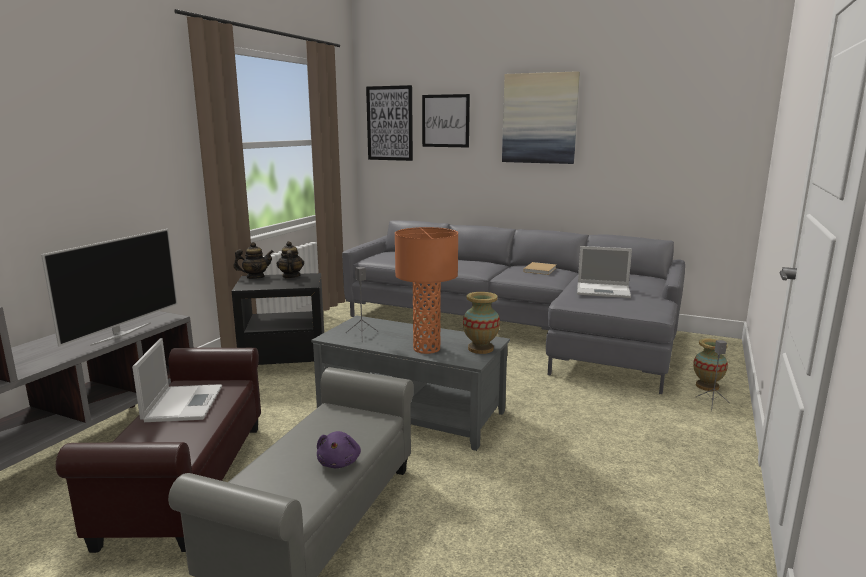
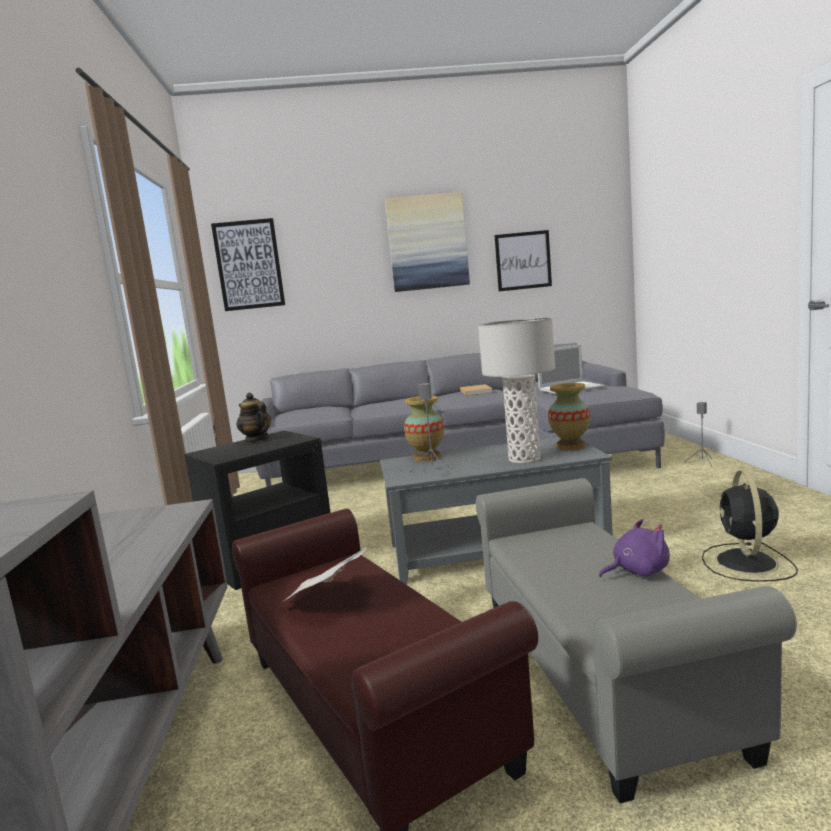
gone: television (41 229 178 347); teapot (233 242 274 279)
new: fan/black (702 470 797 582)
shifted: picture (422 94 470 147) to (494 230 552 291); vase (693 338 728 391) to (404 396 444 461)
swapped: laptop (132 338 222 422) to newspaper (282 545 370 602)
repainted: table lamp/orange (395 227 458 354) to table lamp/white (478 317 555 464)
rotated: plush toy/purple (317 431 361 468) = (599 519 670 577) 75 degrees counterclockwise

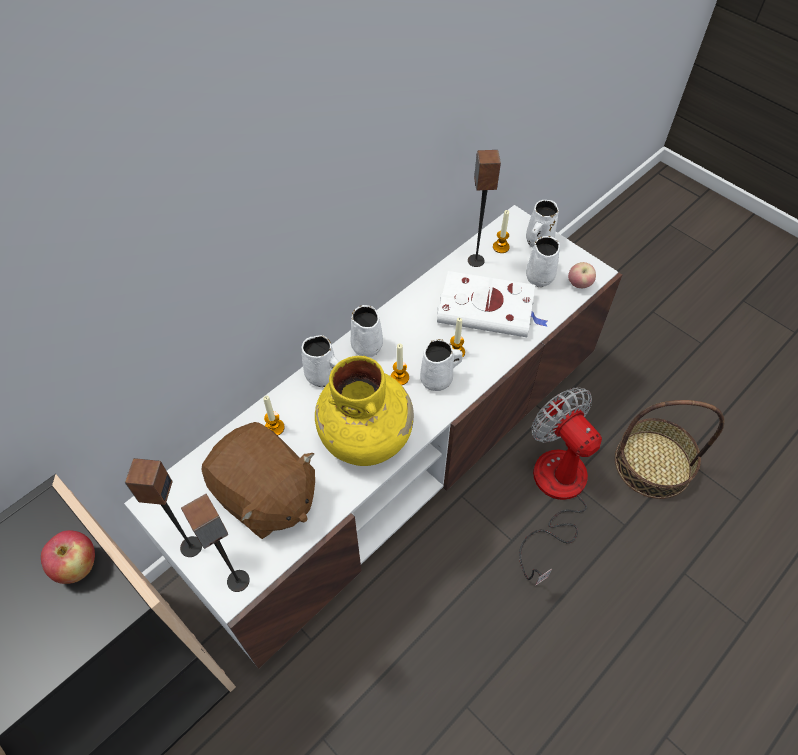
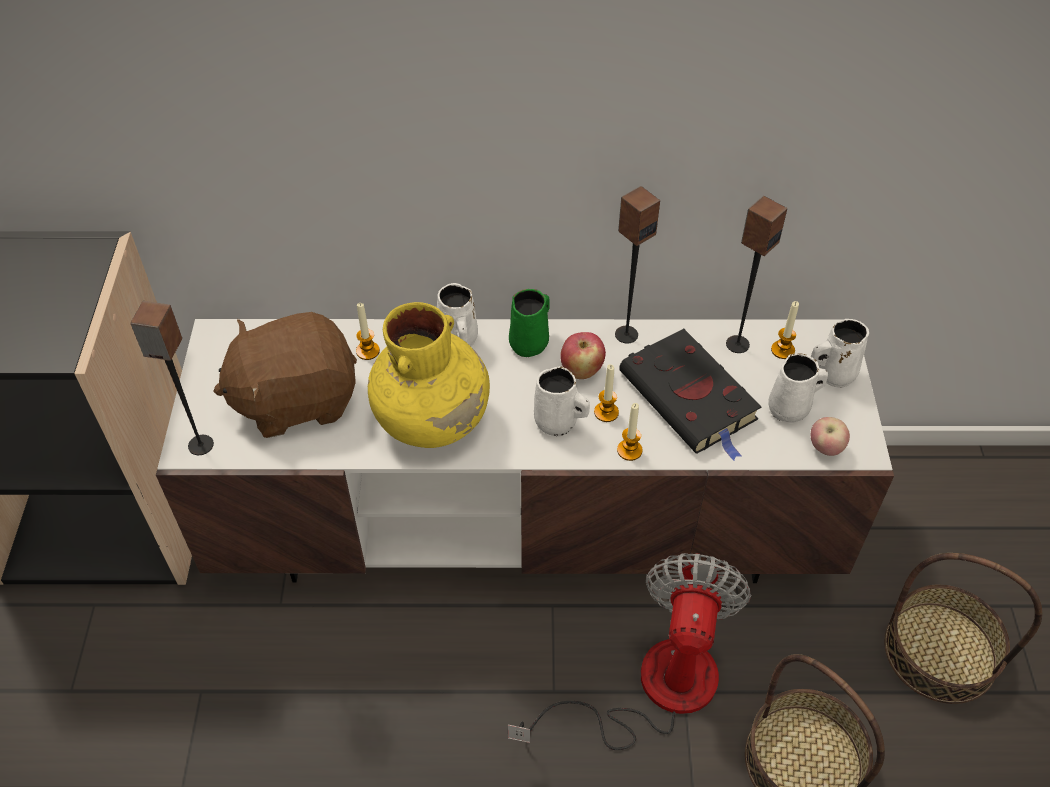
new: basket (884 553 1042 704)
shifted: apple (41 530 95 584) to (560 332 606 379); speaker (125 458 202 557) to (615 186 660 343); candle (391 343 409 385) to (617 403 643 461)
repainted: mug/white (351 305 383 357) to mug/green (509 289 550 357); book/white (437 271 548 337) to book/black (619 329 761 461)
rotated: plush toy/brown (202 422 315 539) = (213 312 357 438) 75 degrees clockwise

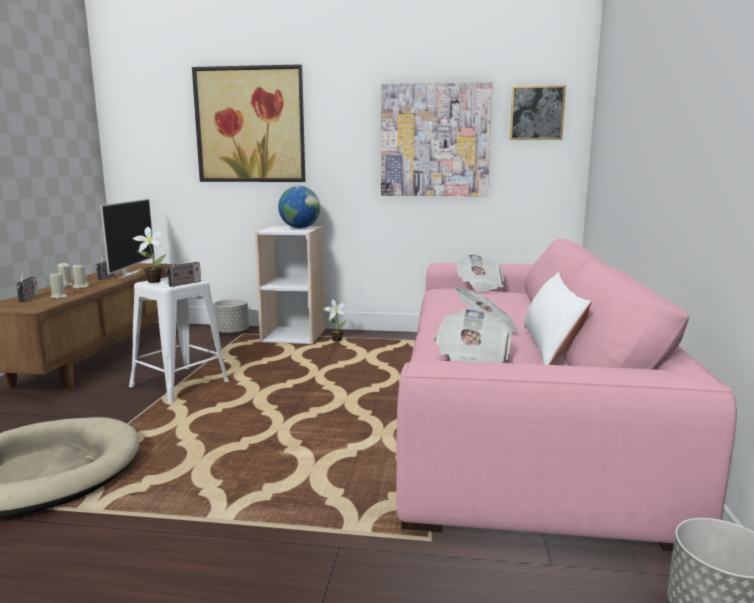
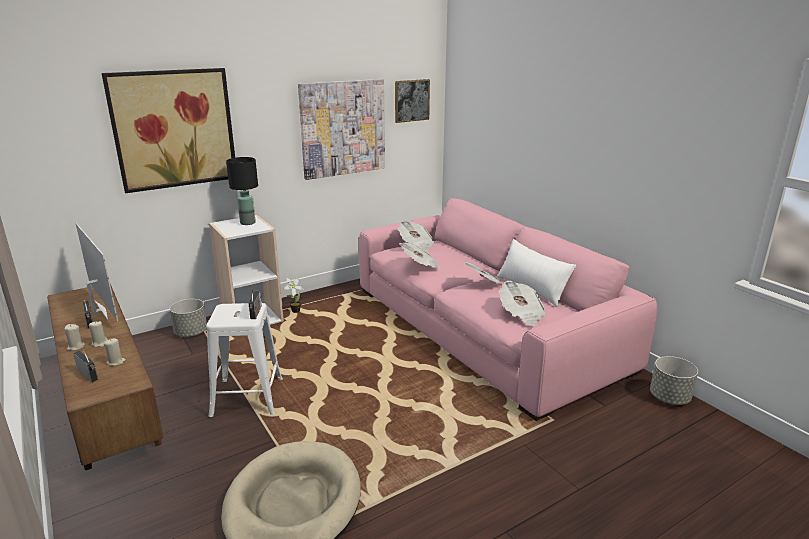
gone: potted plant (133 227 166 283)
new: newspaper (399 243 441 269)
swapped: globe (278 186 320 228) to table lamp/black (226 157 258 225)

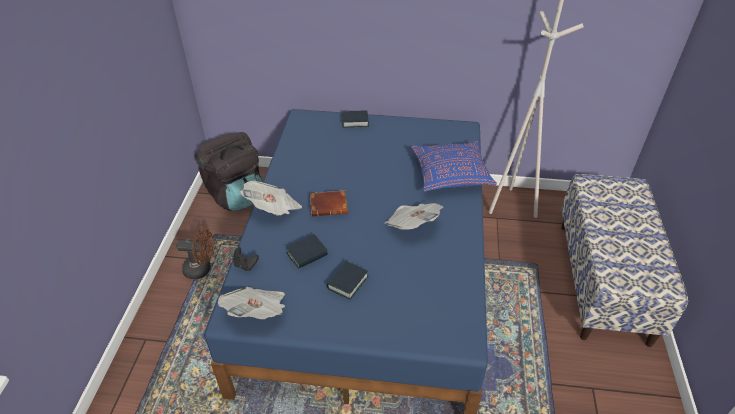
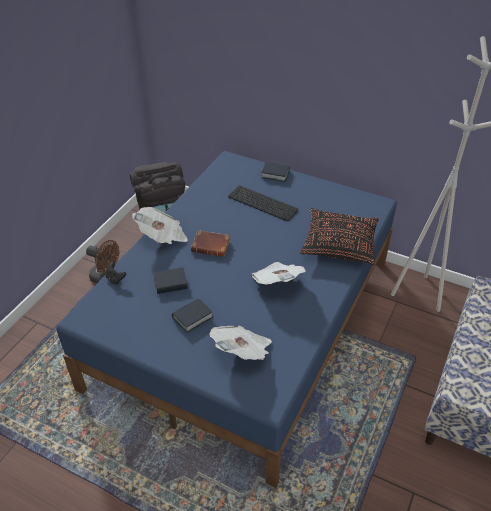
new: keyboard (228 185 299 221)
shifted: newspaper (218 287 285 319) to (210 326 272 360)
repainted: pillow/blue (411 141 497 192) to pillow/black (300 208 379 265)

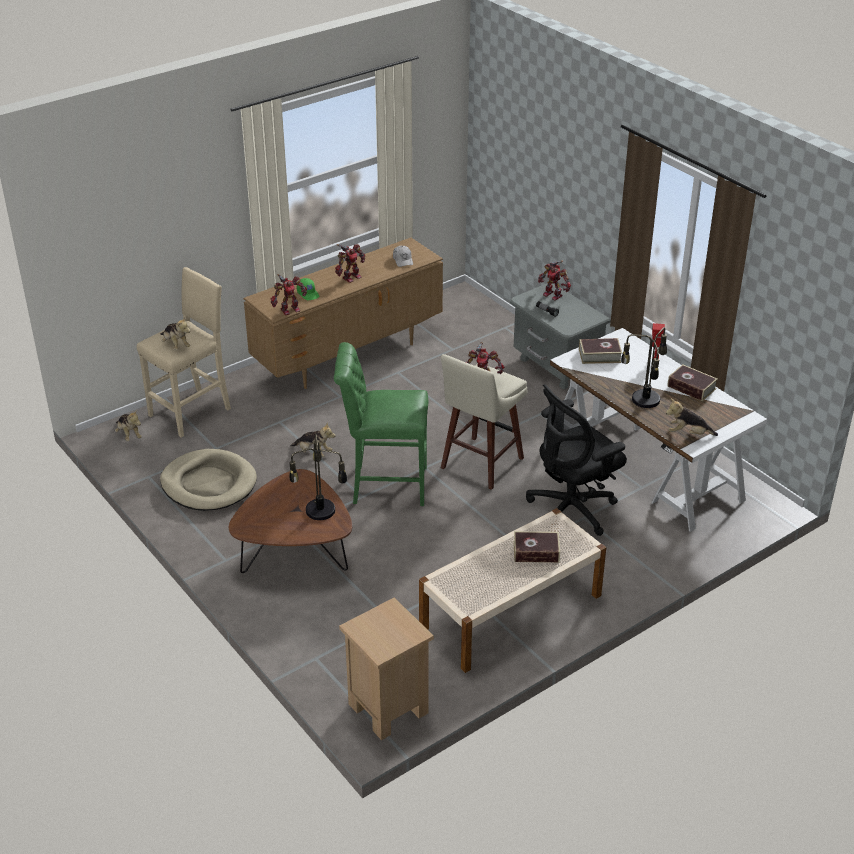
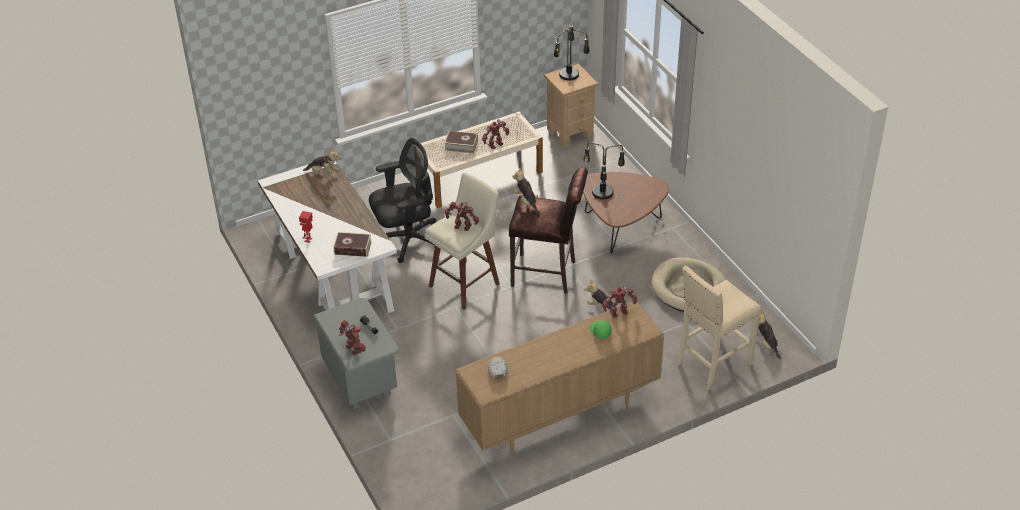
gone: book (668 365 718 401)
shifted: plush toy (160 318 191 350) to (513 168 540 214); toy robot (335 244 365 283) to (482 119 510 149); table lamp (621 327 667 408) to (554 21 589 80)
repainted: stool/green (334 342 428 506) to stool/brown (509 168 588 293)

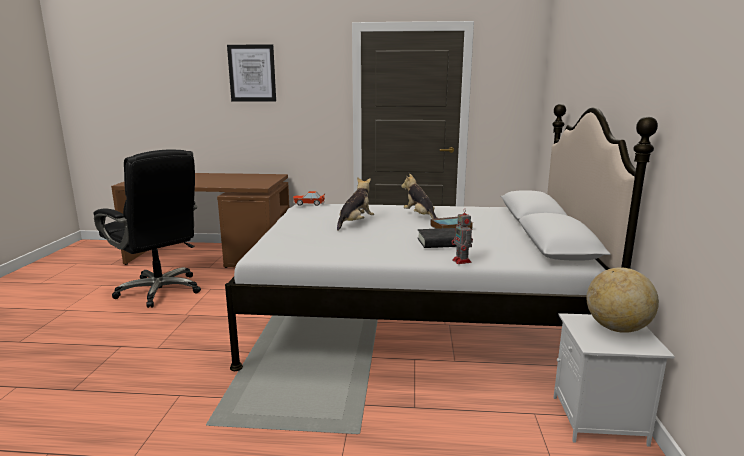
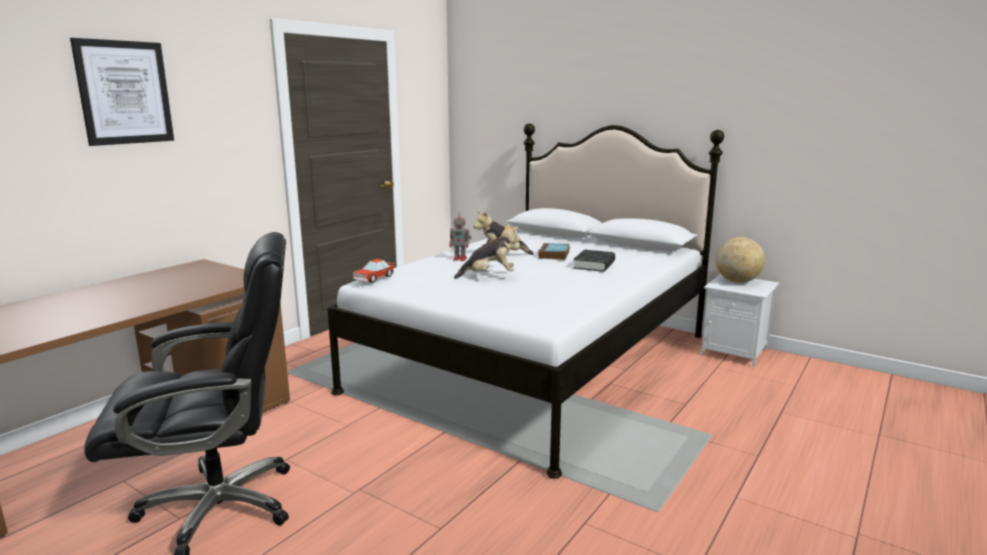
shifted: toy robot (452 208 473 264) to (450 212 471 261)
rotated: plush toy (337 177 374 231) = (454 223 520 279) 105 degrees clockwise

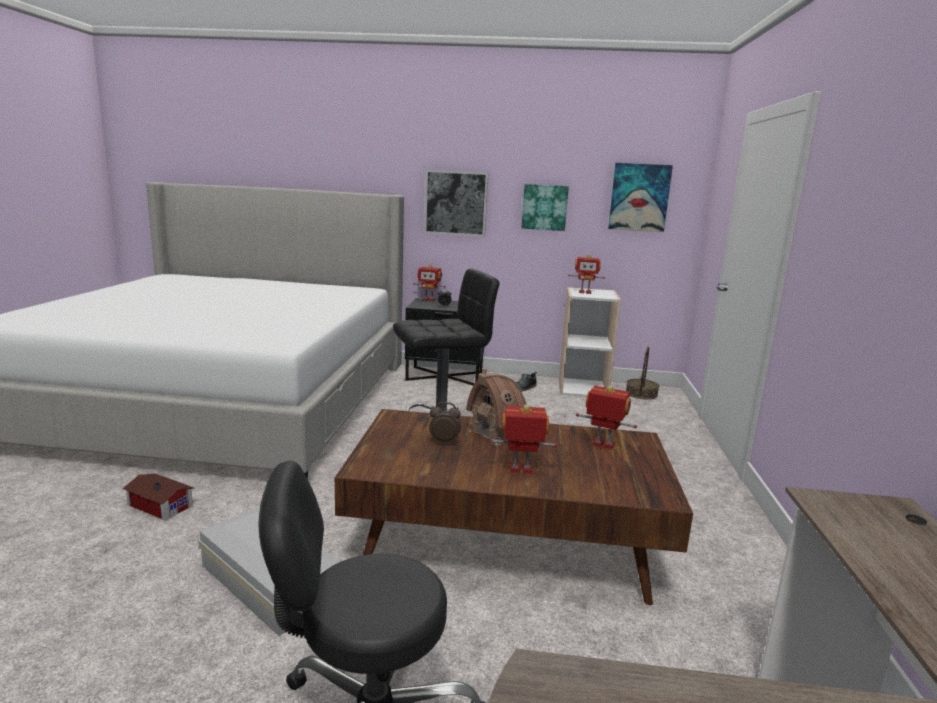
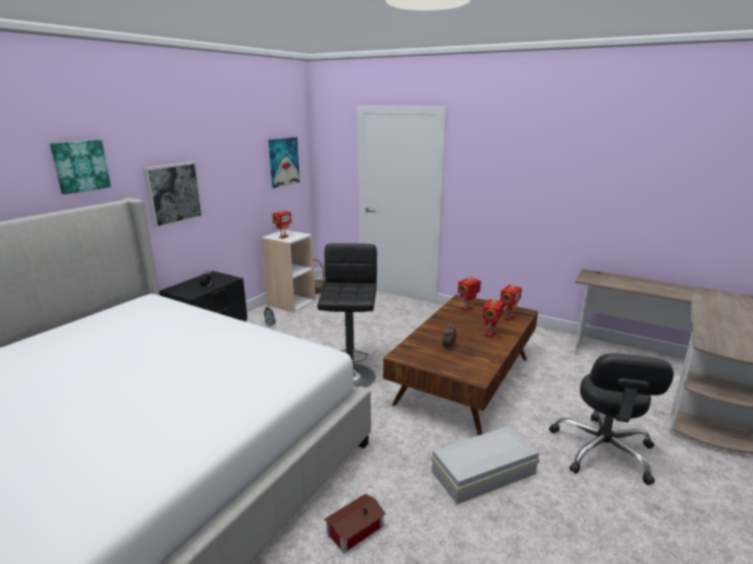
gone: toy house (466 368 526 446)
shifted: toy robot (413 265 446 301) to (500 285 522 321); picture (521 184 569 231) to (50 140 111 194)

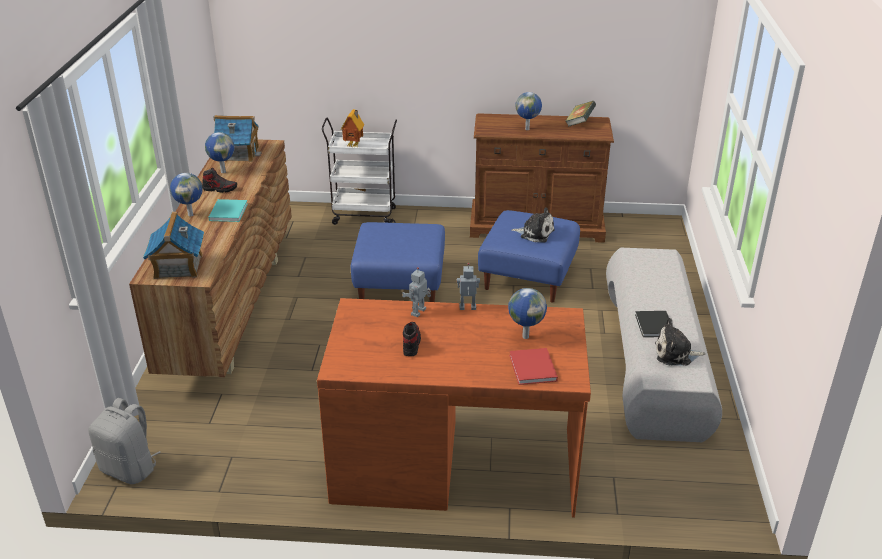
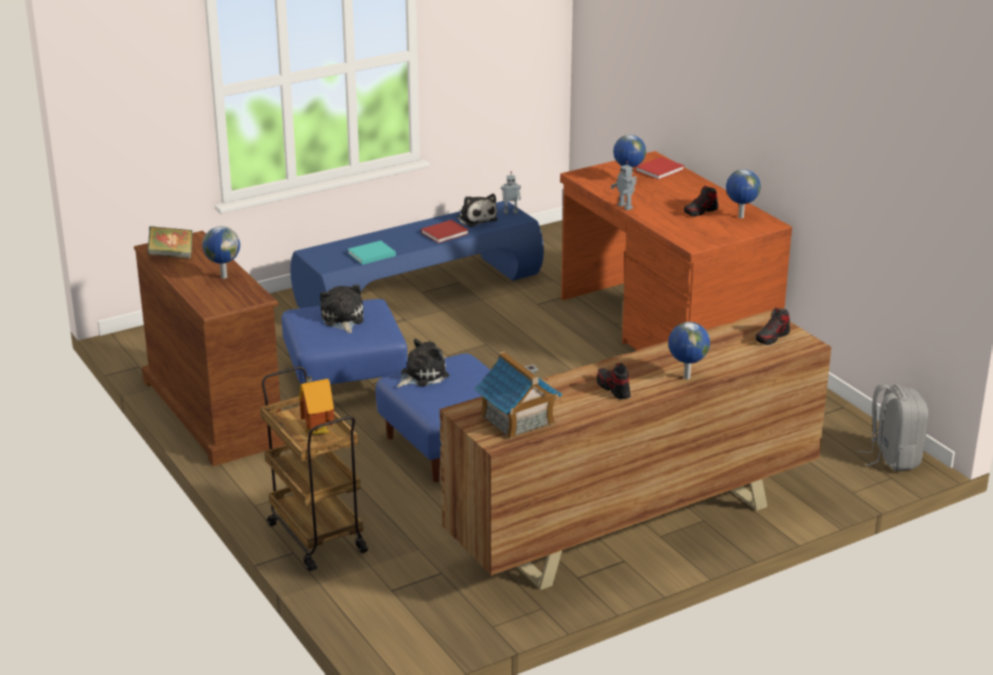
new: plush toy (397 339 449 388)
shifted: globe (205 132 235 173) to (726 169 761 218); book/turquoise (208 199 248 222) to (348 241 396 265); toy robot (402 267 431 317) to (501 172 521 214)
swapped: toy house (143 212 204 279) to shoe (755 307 790 345)
repainted: cart/white (322 118 397 225) to cart/brown (260 367 368 571); bench/grey (606 248 722 442) to bench/blue (290 201 544 308); book/black (635 311 669 337) to book/red (421 220 469 243)

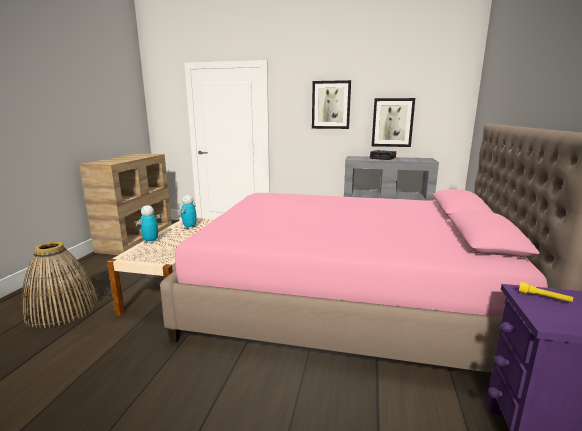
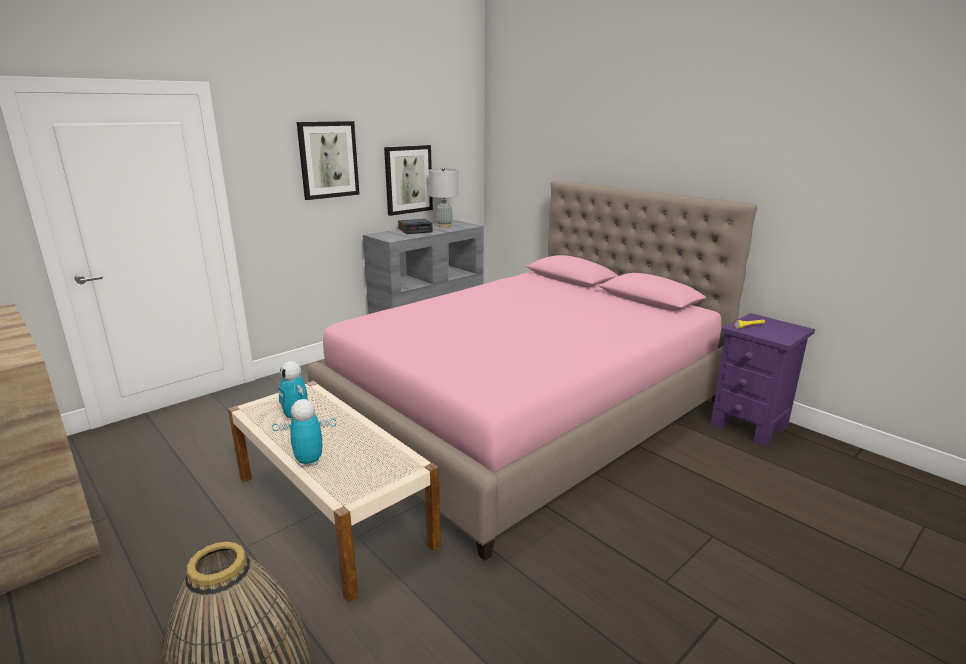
new: table lamp/grey (429 167 458 228)
rotated: toy robot (134 205 162 244) = (272 399 336 467) 105 degrees clockwise

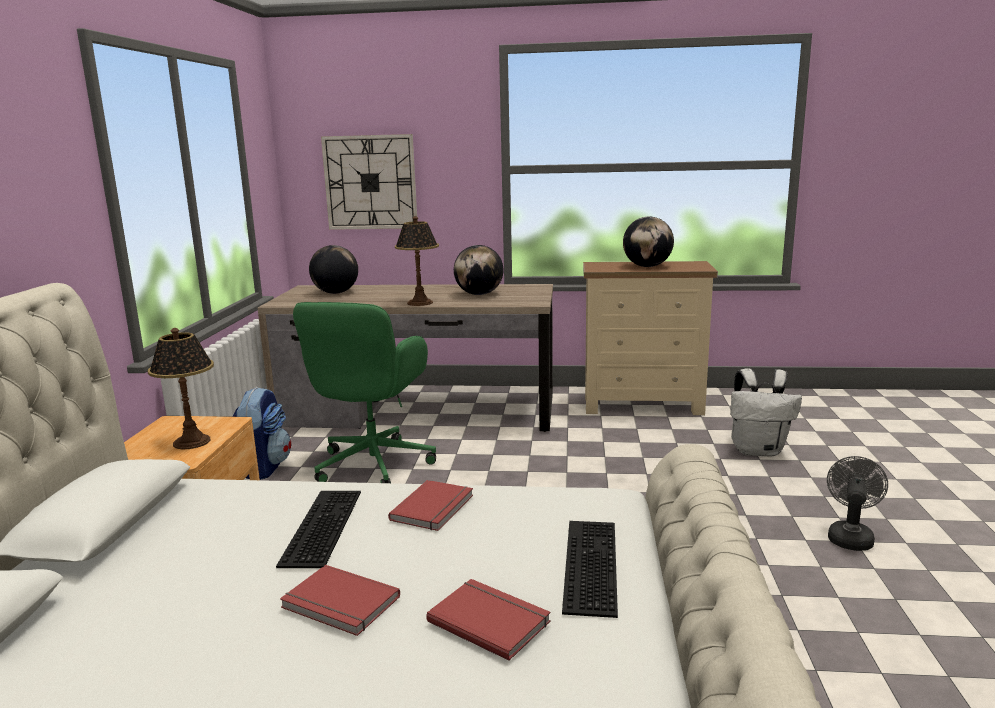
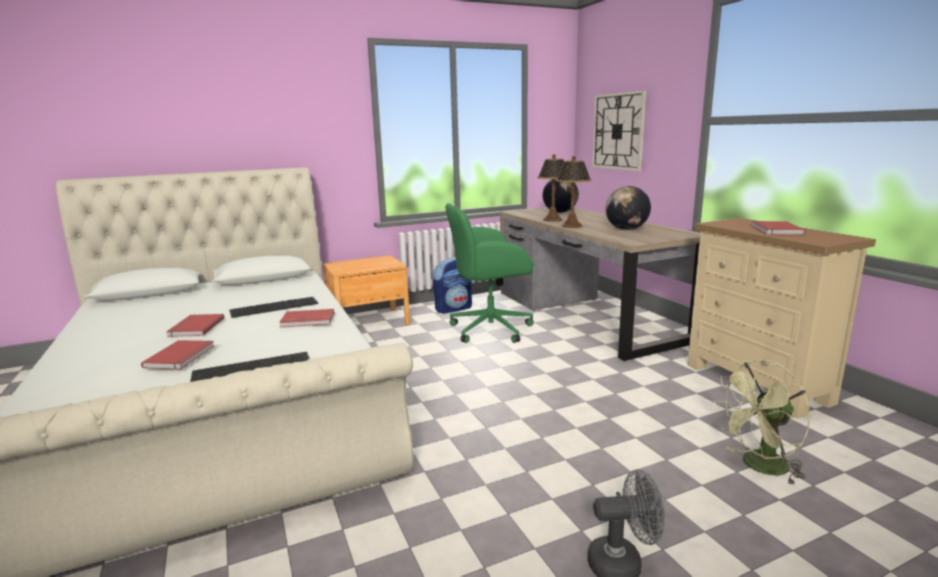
shifted: table lamp (148 328 214 449) to (537 154 564 222)
swapped: globe (623 217 674 267) to book/red (751 221 805 235); backpack/white (730 368 802 456) to fan/green (714 360 810 486)

